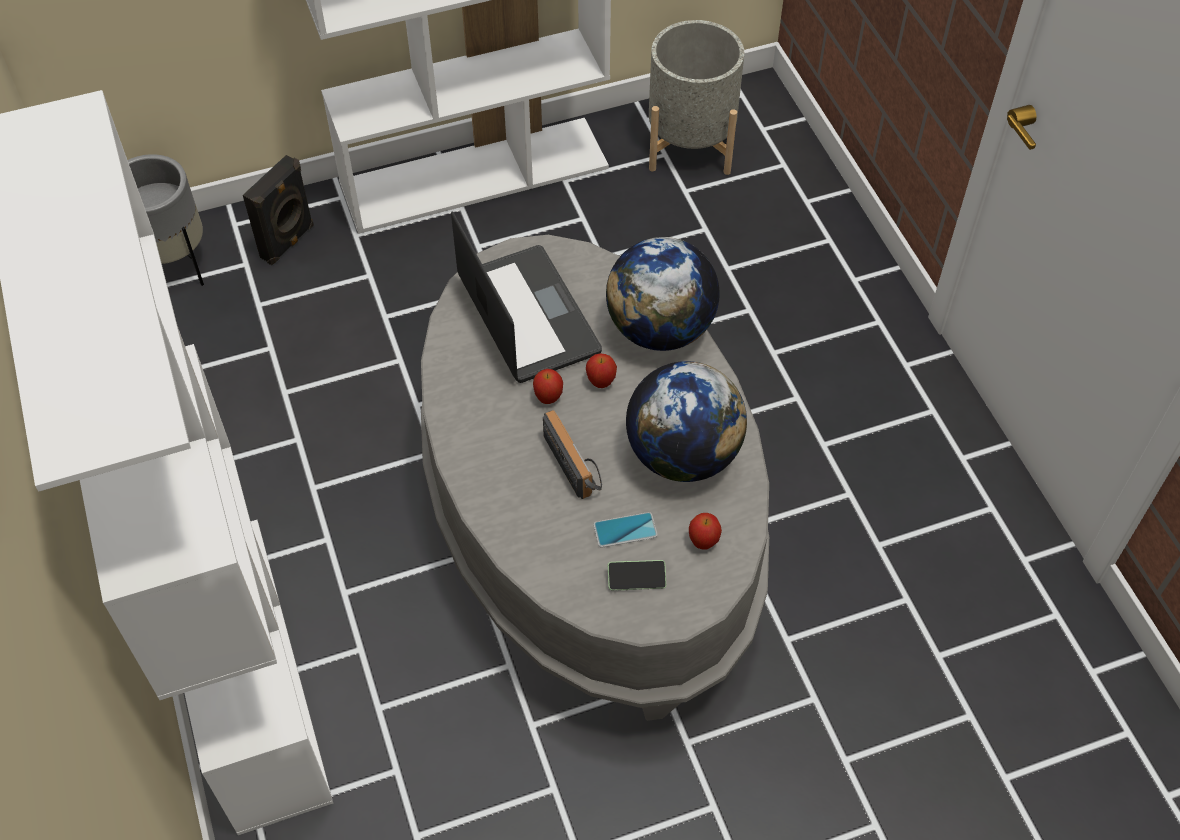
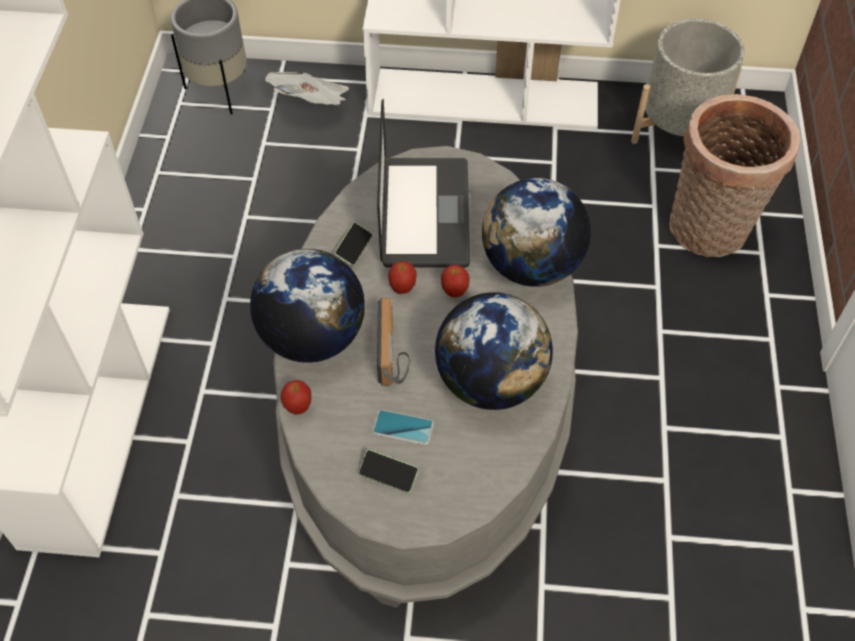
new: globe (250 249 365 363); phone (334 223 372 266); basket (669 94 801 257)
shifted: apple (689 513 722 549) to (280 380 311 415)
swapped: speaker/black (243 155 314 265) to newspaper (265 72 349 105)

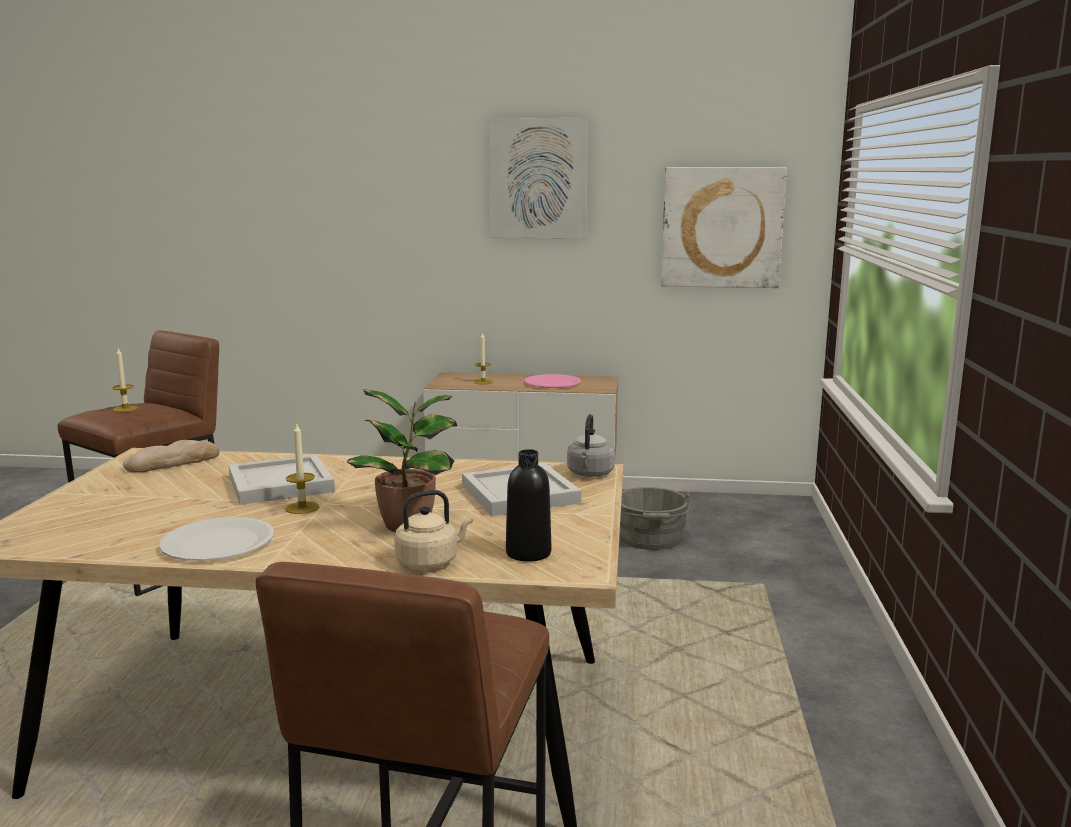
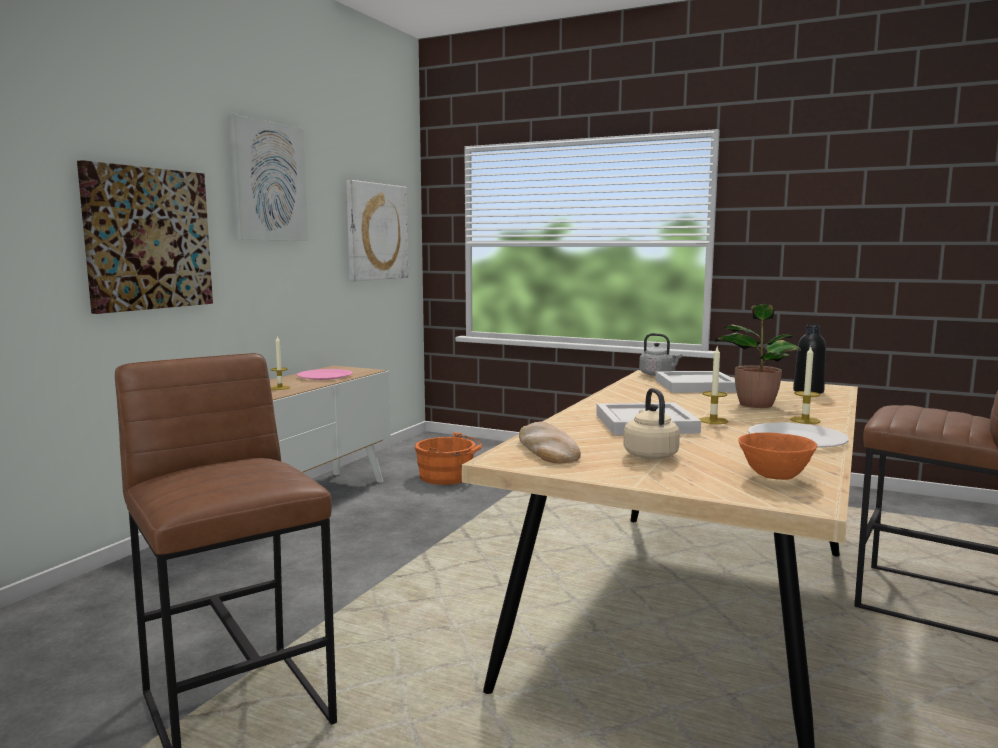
new: picture (77 160 213 314); bowl/orange (738 432 817 480)
shifted: candle (112 348 138 412) to (790 346 821 424); kettle/beige (394 490 473 570) to (623 388 680 459)
repainted: bucket/grey (619 487 691 550) to bucket/orange (415 432 482 485)

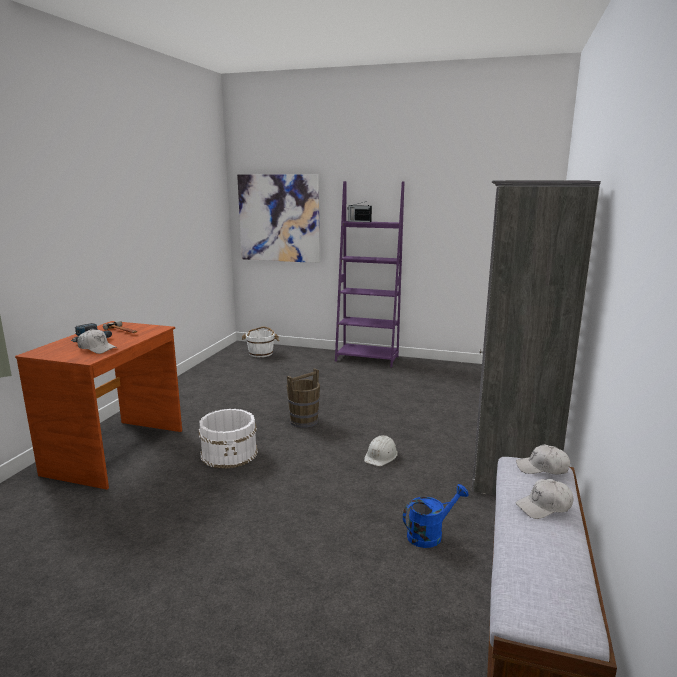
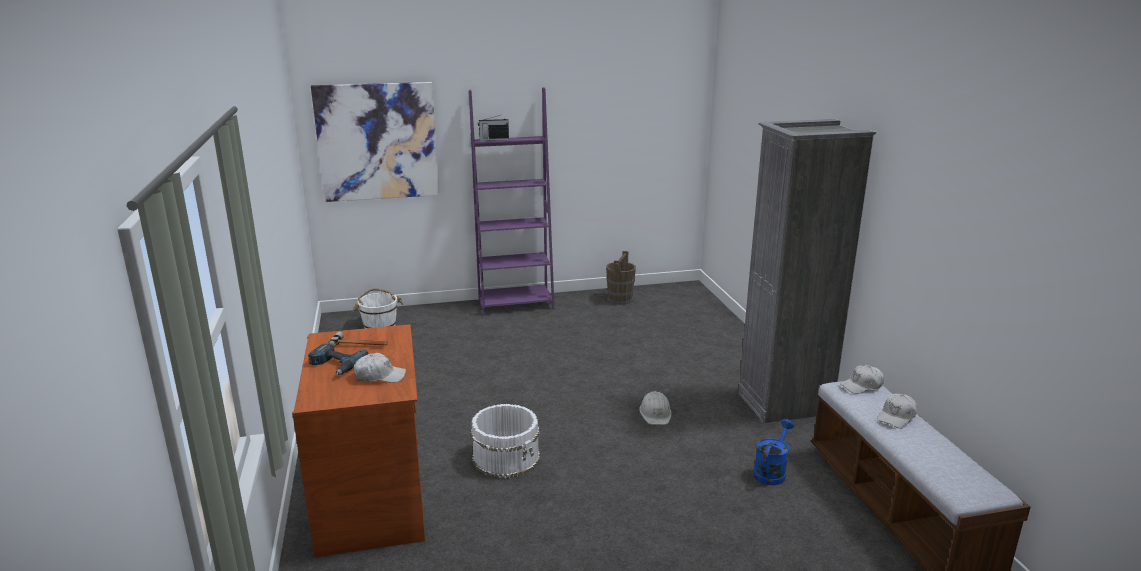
shifted: bucket/brown (287 368 320 428) to (606 251 636 305)

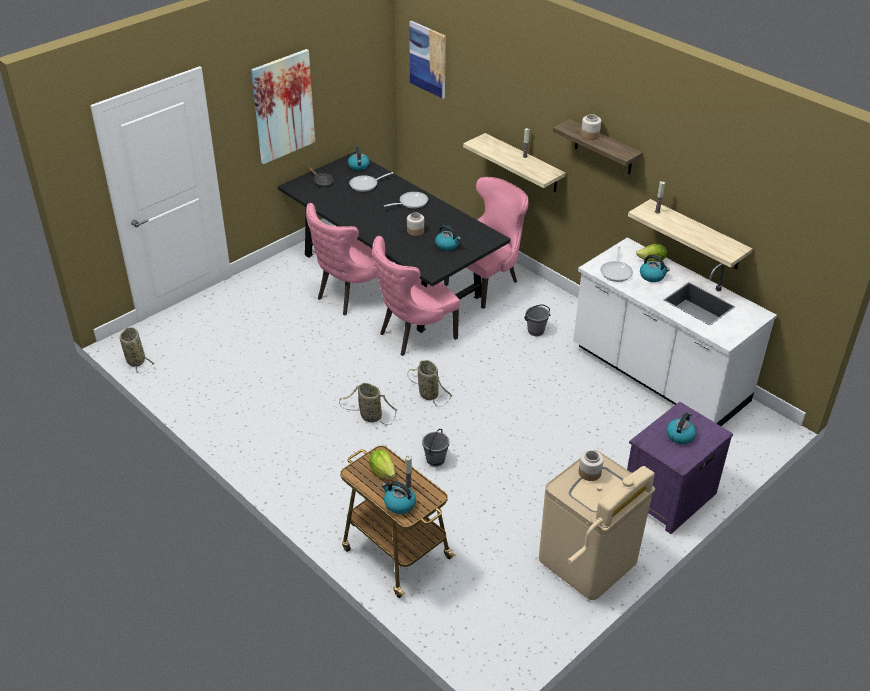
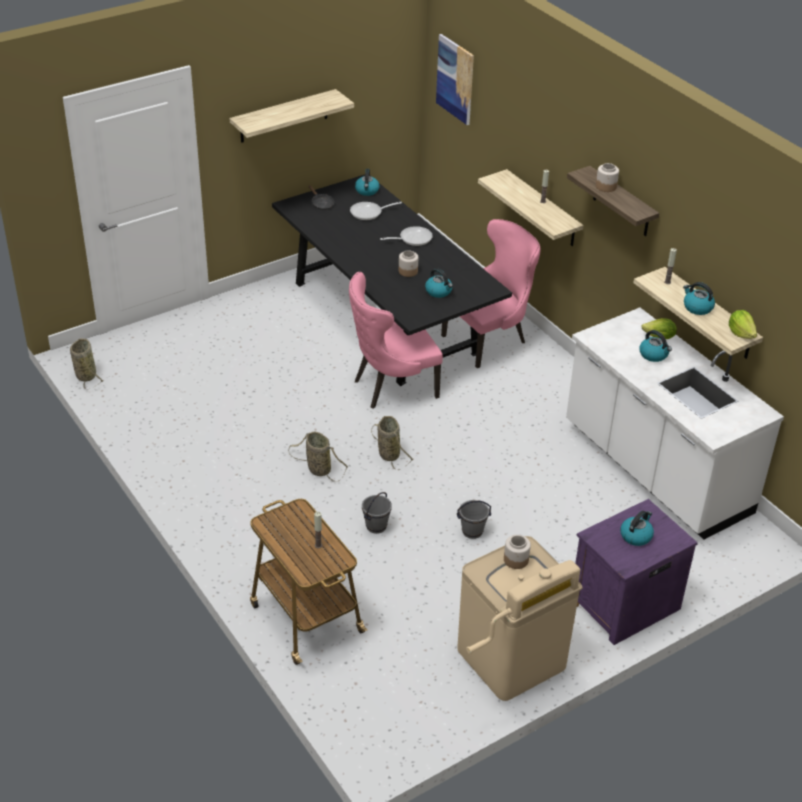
gone: chair/pink (306 203 393 316); frying pan (600 246 633 282)
shifted: lettuce (369 450 396 479) to (729 310 757 339); kettle (382 481 416 514) to (683 282 715 315); bucket/grey (524 304 550 336) to (457 500 491 539)
swapped: picture (251 49 315 164) to shelf (230 89 354 143)

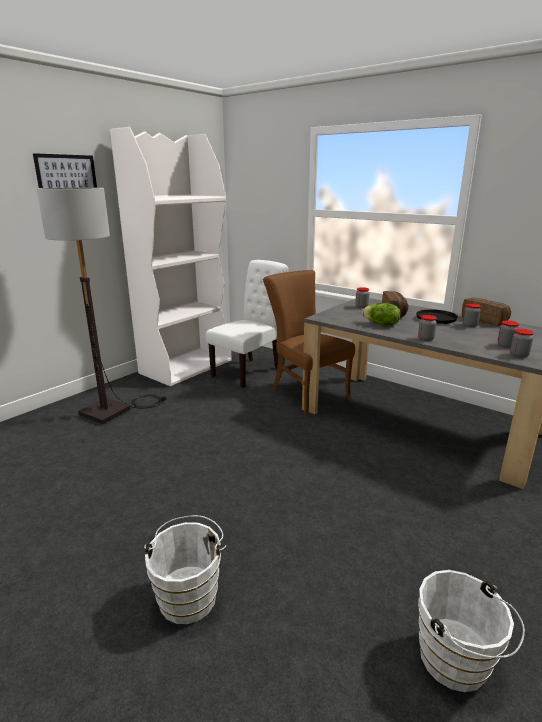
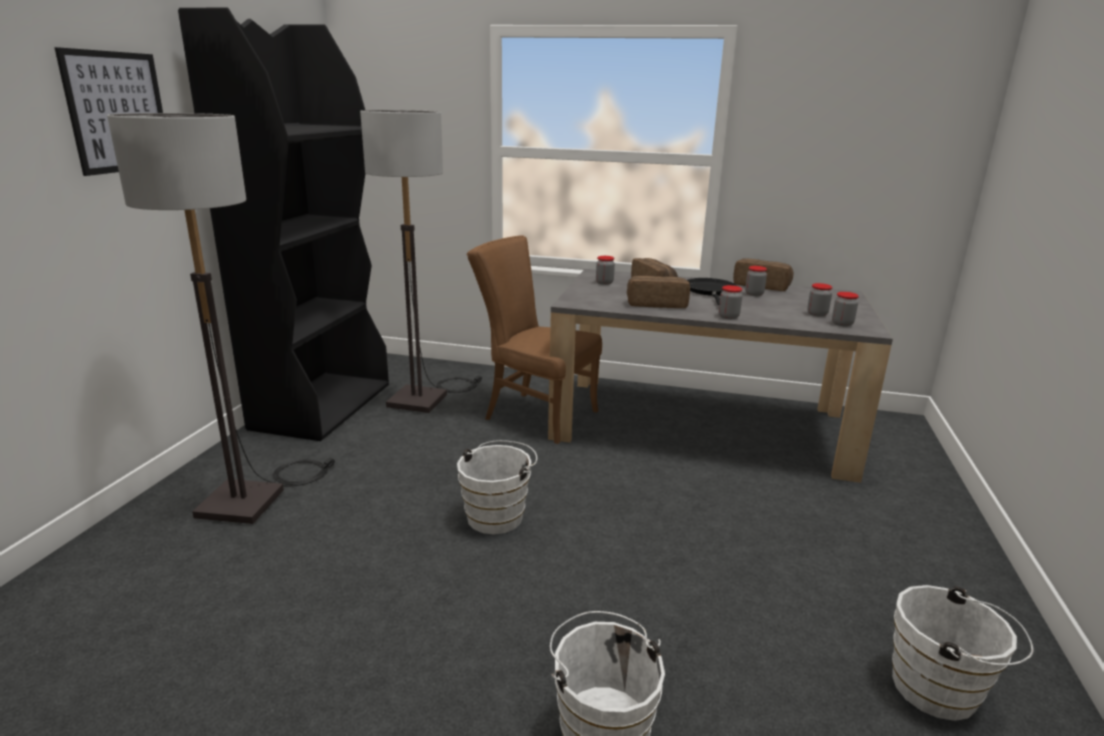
new: bucket/white (457 440 537 534)
swapped: chair/white (206 260 289 388) to floor lamp (360 110 482 413); lettuce (362 303 401 326) to bread (627 275 690 308)
repainted: bookcase/white (110 127 232 386) to bookcase/black (178 8 389 441)

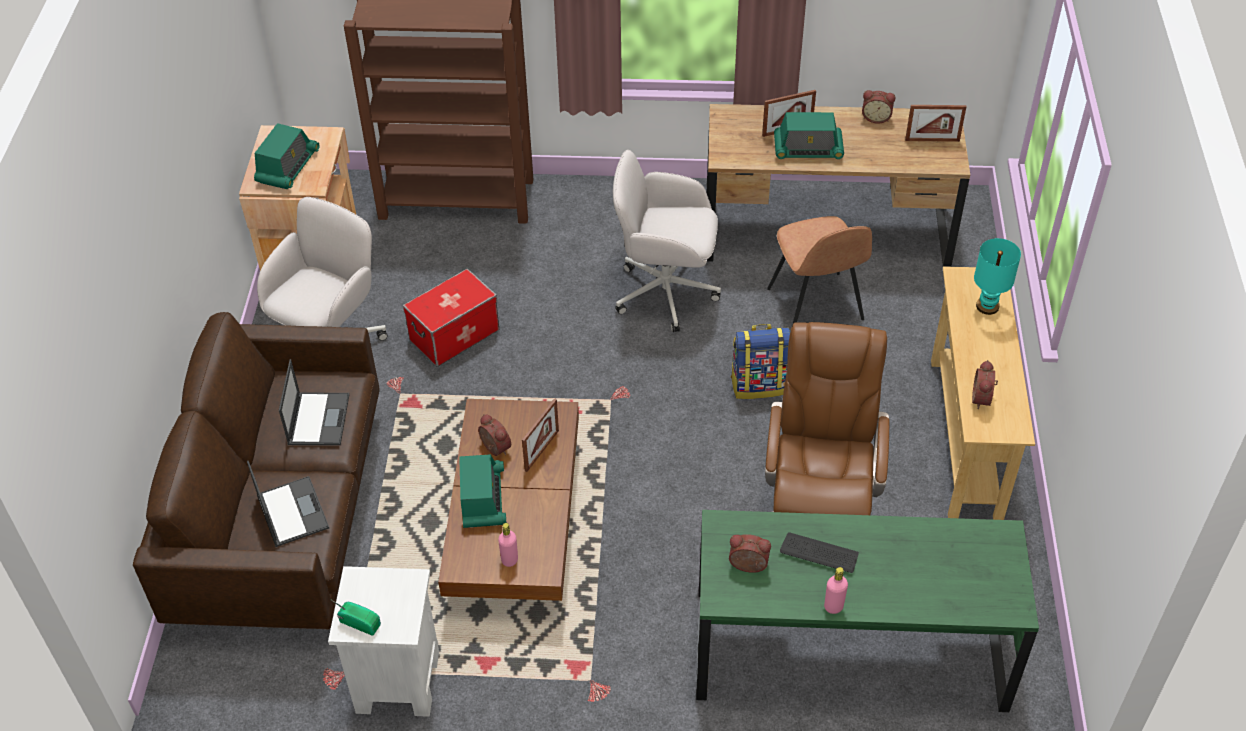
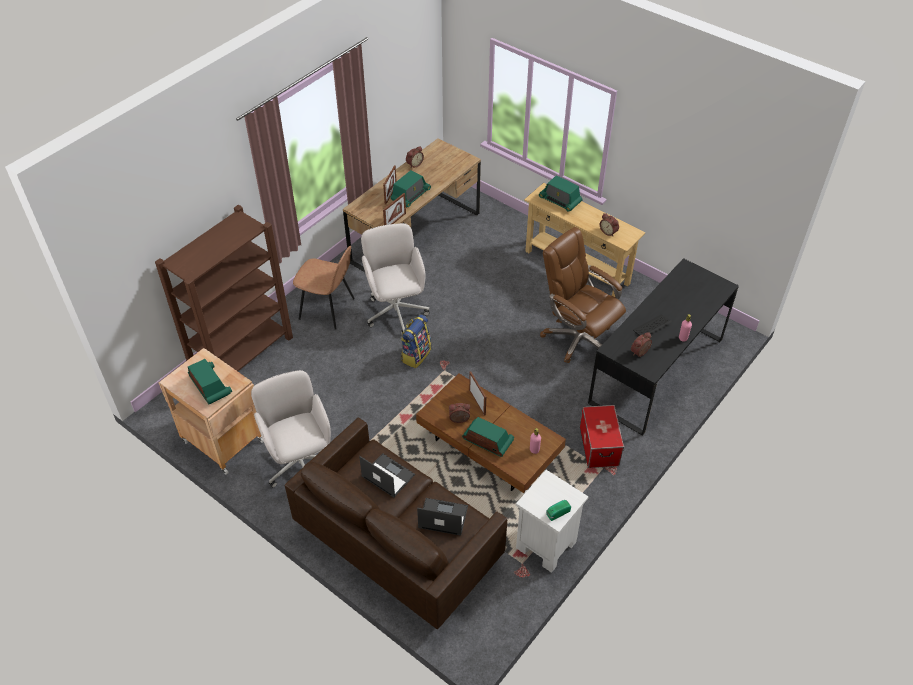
shifted: storage box (403 269 499 367) to (580 405 624 468); backpack (731 324 791 399) to (401 314 431 368); chair/brown (767 216 872 326) to (293 245 355 330); picture frame (905 105 966 142) to (383 193 406 225)
swapped: table lamp/turquoise (974 238 1021 315) to radio (539 175 583 212)
repainted: desk/green (696 510 1039 712) to desk/black (588 258 739 436)
rotated: office chair/white (613 150 721 332) = (361 223 429 334) 120 degrees clockwise

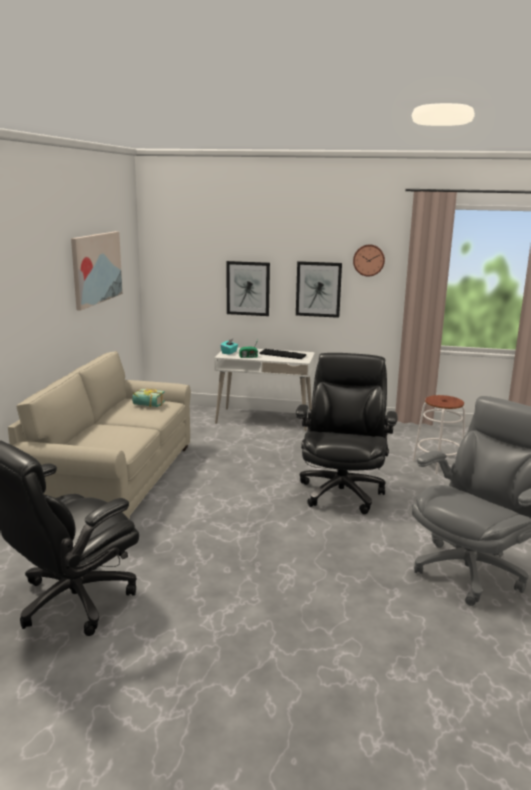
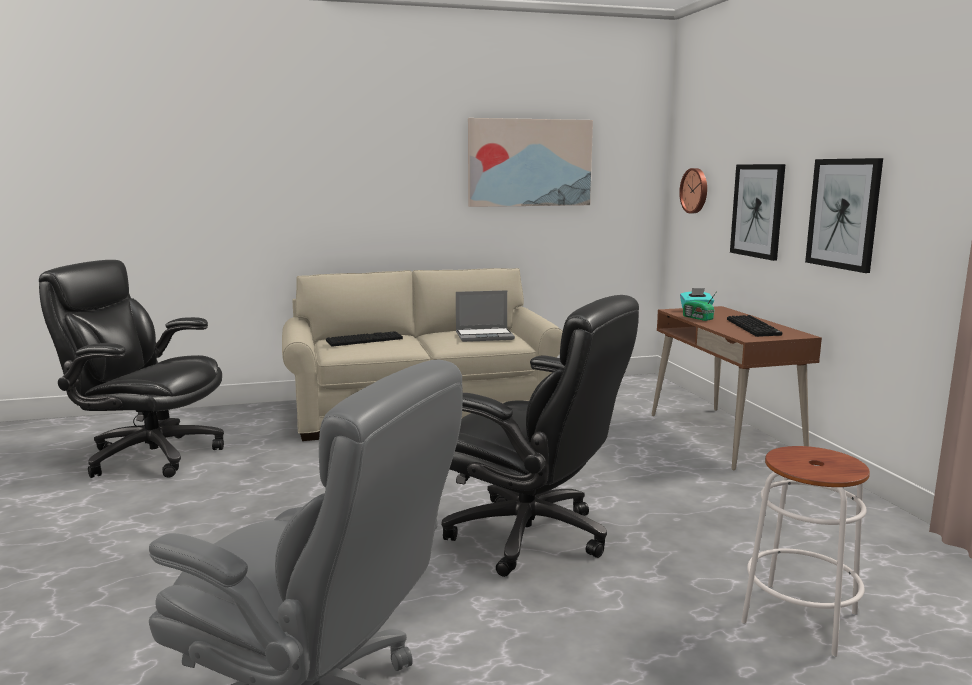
new: keyboard (326 331 403 347)
shifted: wall clock (353 245 385 276) to (679 168 707 213)
swapped: book (132 388 165 407) to laptop (456 290 515 342)
repainted: desk/white (214 348 315 431) to desk/brown (652 306 822 470)
rotated: office chair/black (296 353 398 514) = (441 295 639 577) 45 degrees clockwise

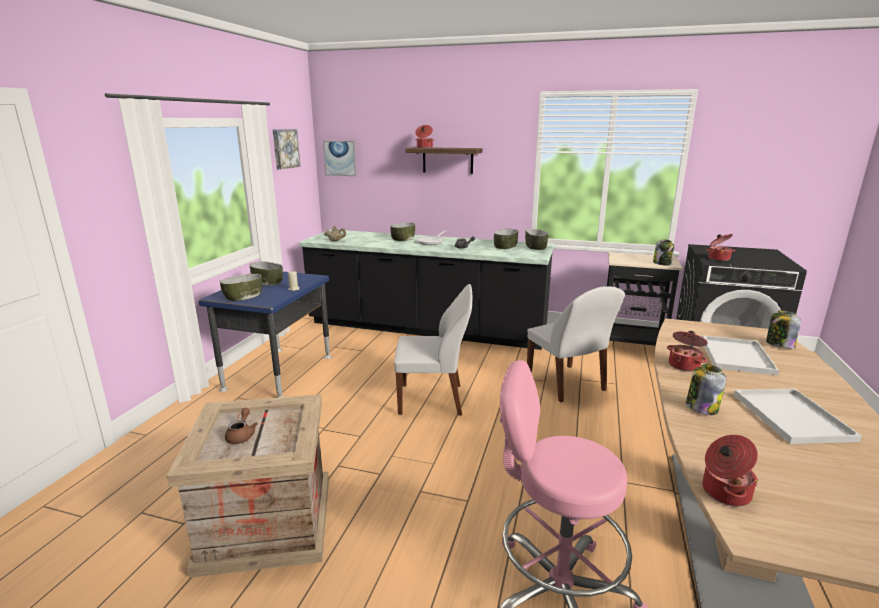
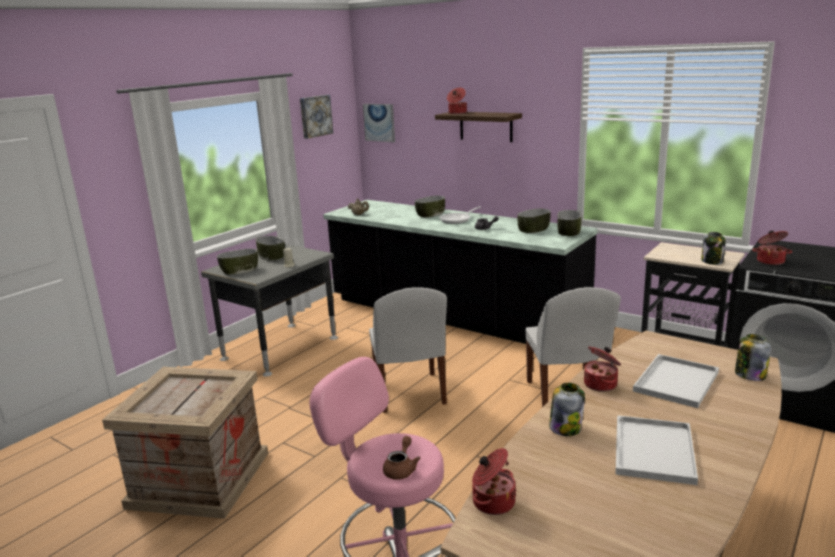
shifted: teapot/brown (225 408 258 444) to (383 436 420 480)
repainted: desk/blue (198 272 332 398) to desk/grey (201 244 338 377)
rotated: chair/white (394 284 472 415) = (369 287 447 413) 60 degrees clockwise

